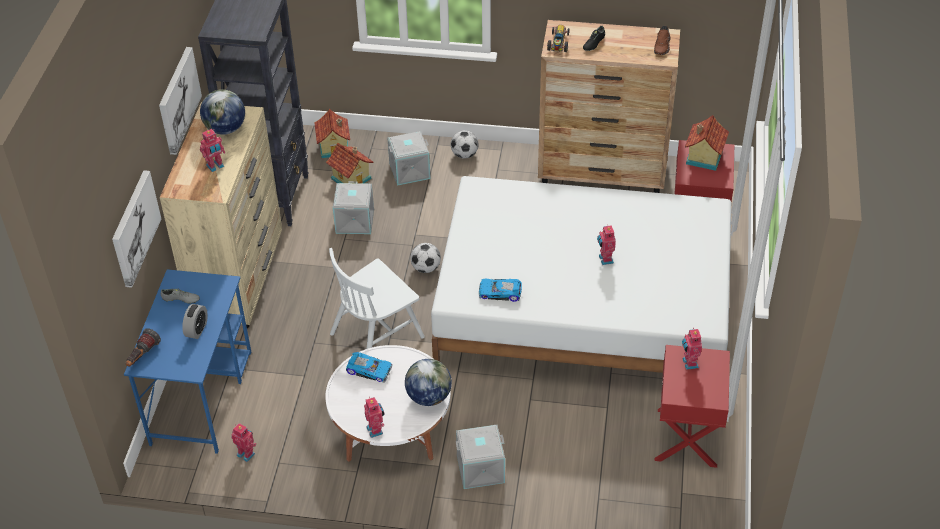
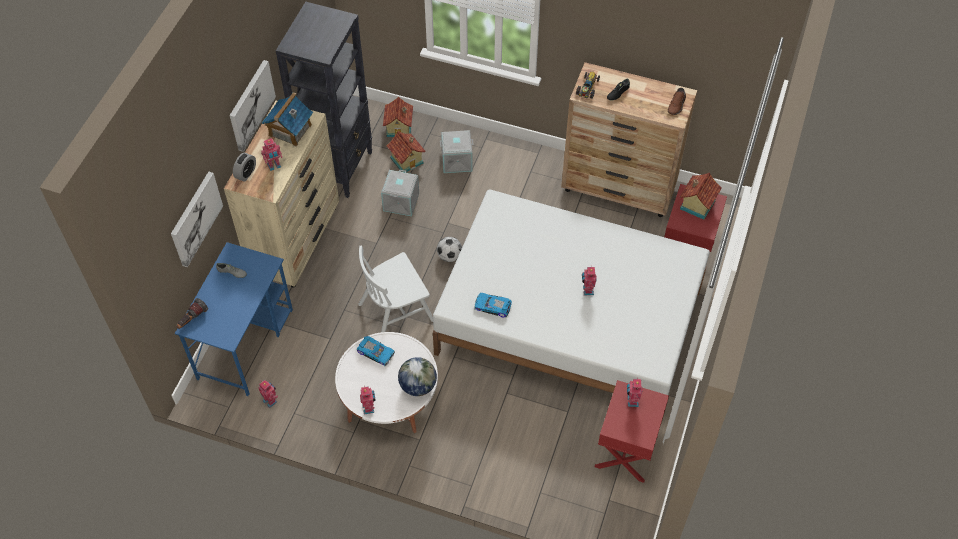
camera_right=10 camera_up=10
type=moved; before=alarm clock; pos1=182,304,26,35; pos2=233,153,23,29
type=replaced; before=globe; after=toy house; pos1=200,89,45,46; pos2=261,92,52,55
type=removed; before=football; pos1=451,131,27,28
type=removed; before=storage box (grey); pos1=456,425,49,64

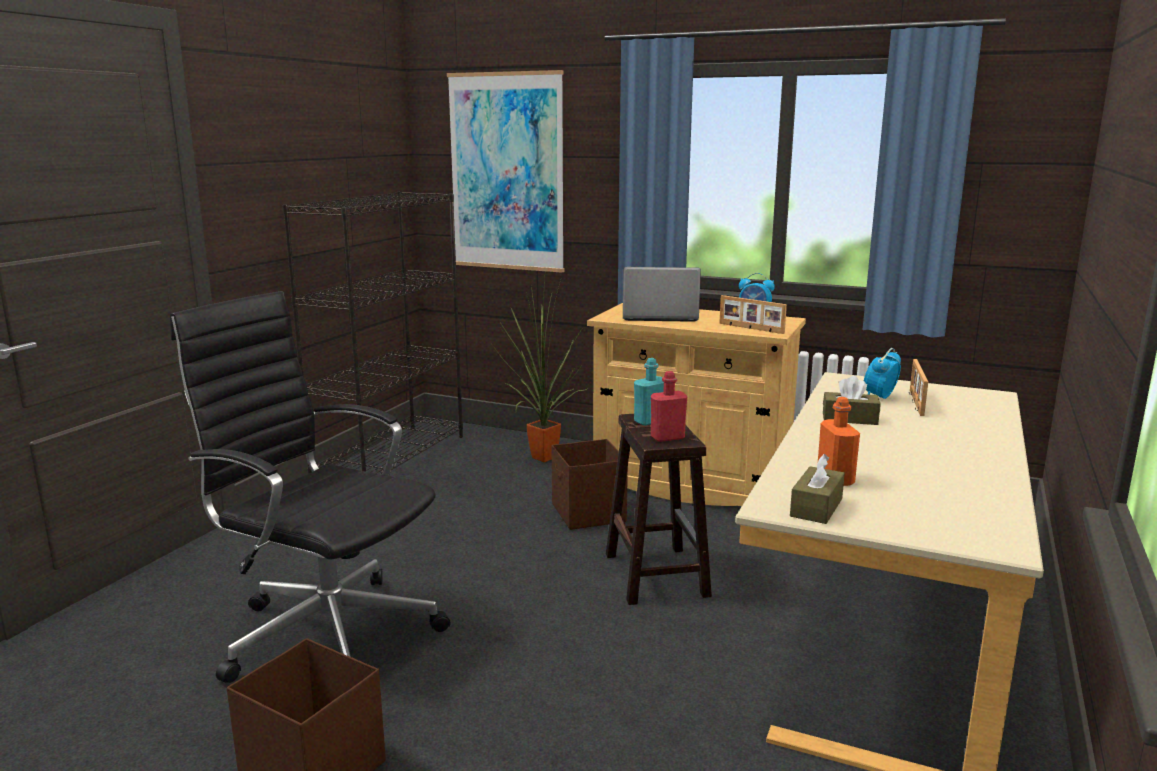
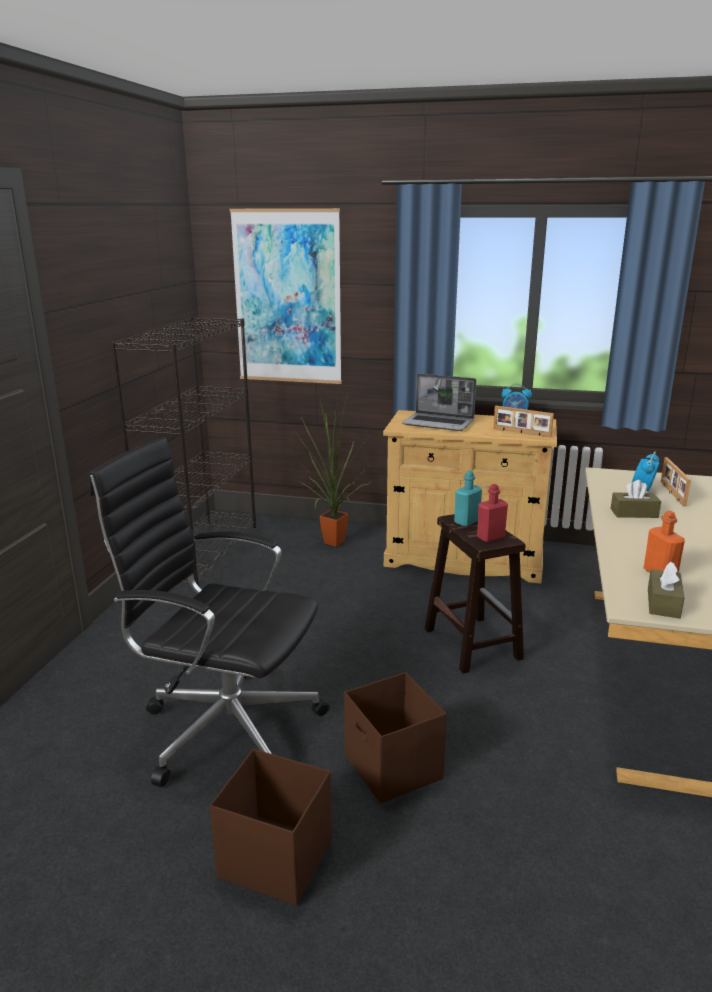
camera_right=-10 camera_up=5
type=moved; before=storage box (brown); pos1=552,439,76,91; pos2=344,672,103,132
type=turned; before=laptop; pos1=623,267,78,55; pos2=402,373,74,58; turn=-150

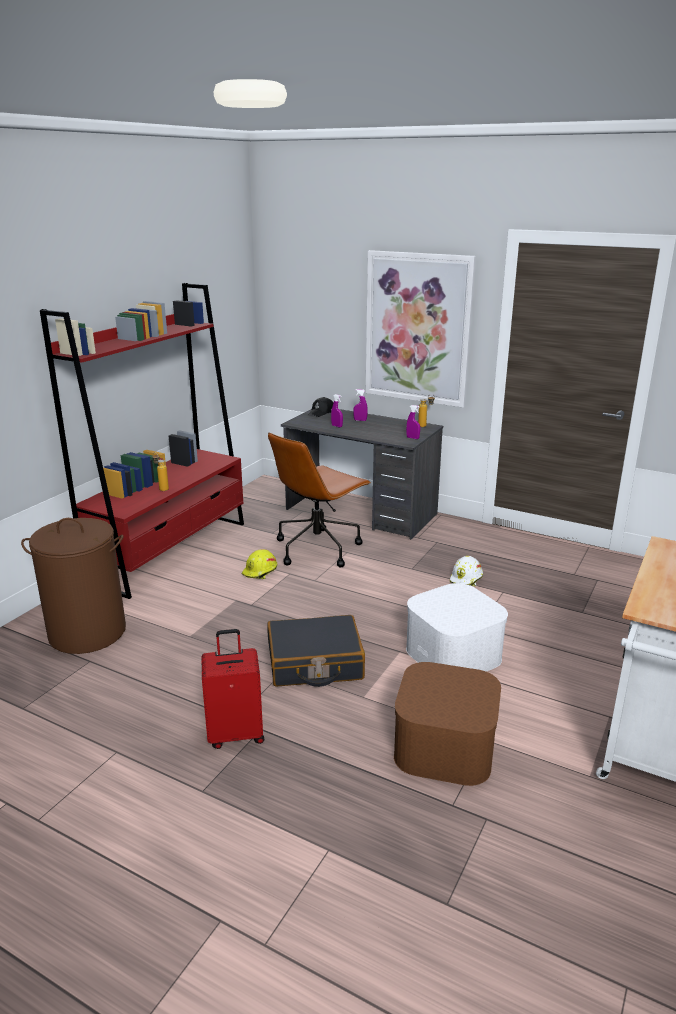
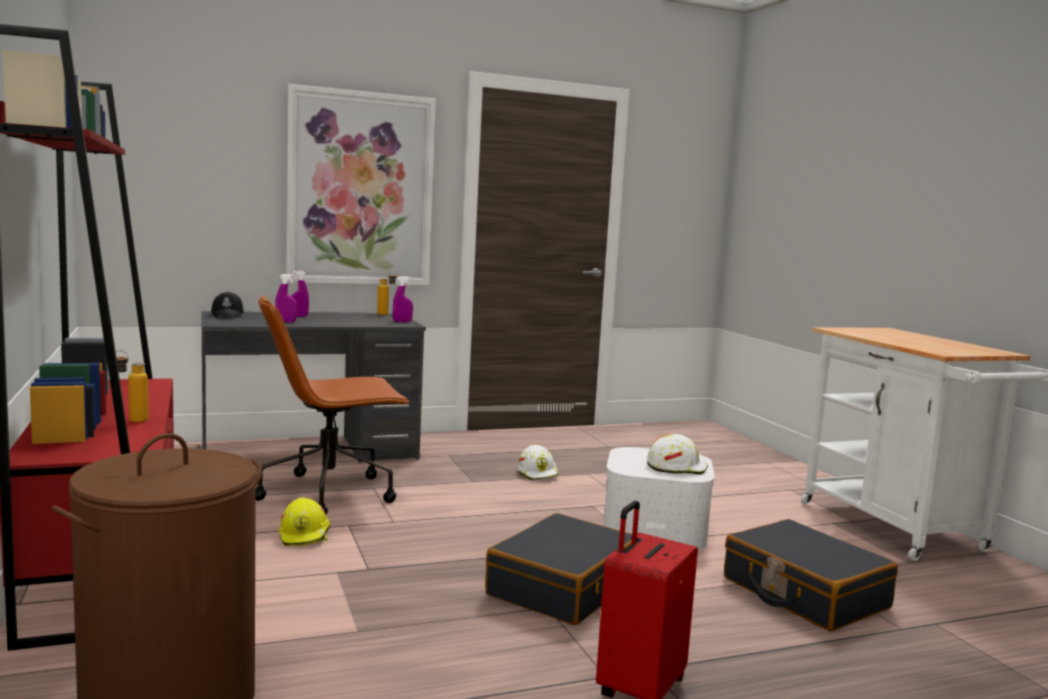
camera_right=-50 camera_up=-15
type=turned; before=office chair (brown); pos1=268,432,103,135; pos2=256,295,154,220; turn=75
type=added; after=hard hat (white); pos2=647,434,61,41
type=replaced; before=storage box (brown); after=suitcase (black); pos1=394,662,107,124; pos2=724,519,174,113

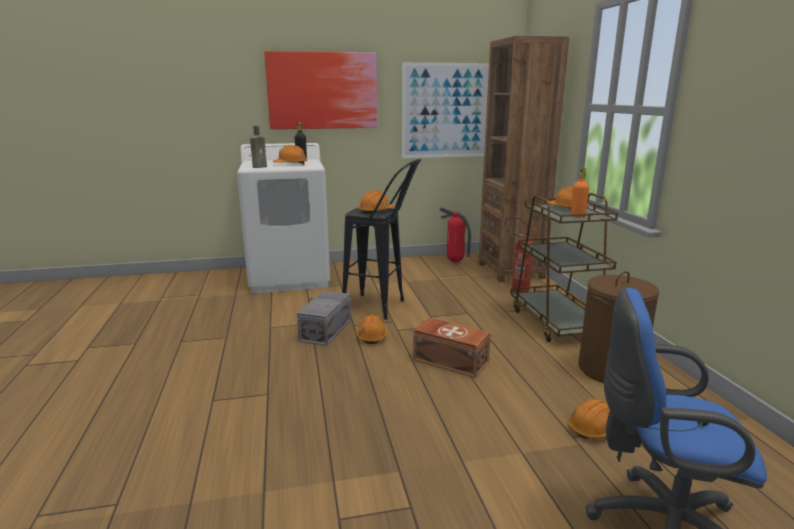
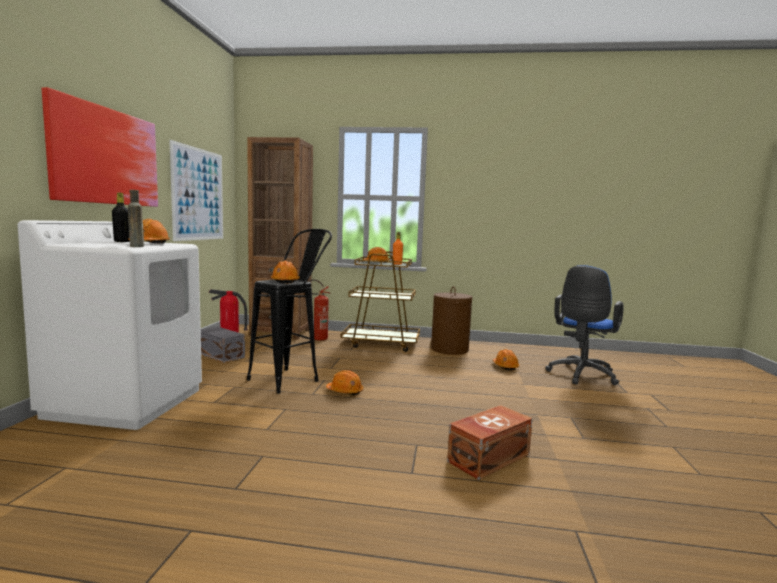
camera_right=-70 camera_up=-10
type=moved; before=storage box (grey); pos1=297,291,54,55; pos2=201,326,44,37
type=moved; before=storage box (brown); pos1=413,318,78,60; pos2=447,405,86,75

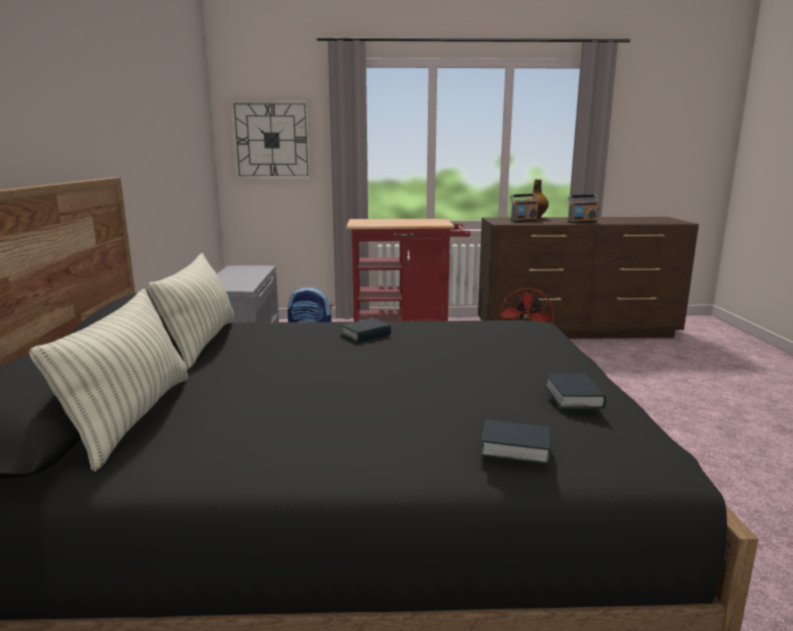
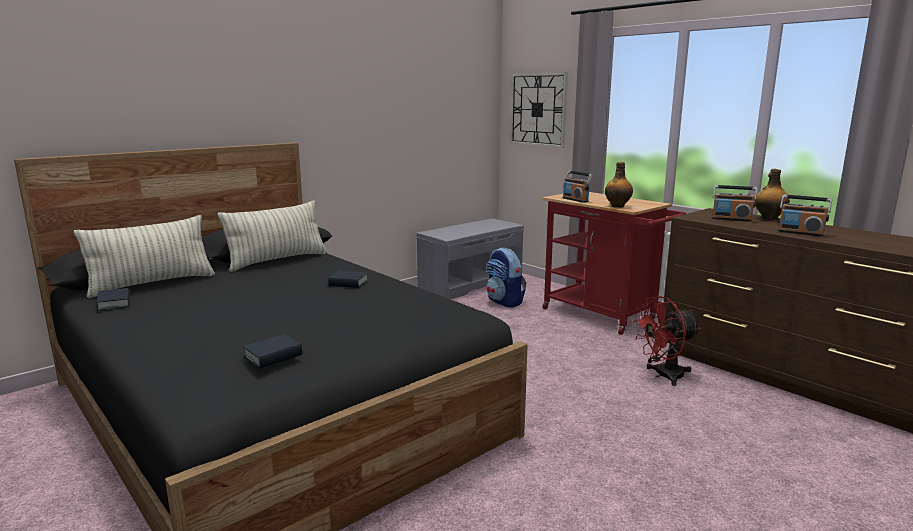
camera_right=50 camera_up=0
type=moved; before=book; pos1=481,420,69,45; pos2=97,288,33,23
type=added; after=radio; pos2=563,171,30,32
type=added; after=bottle; pos2=605,162,28,46

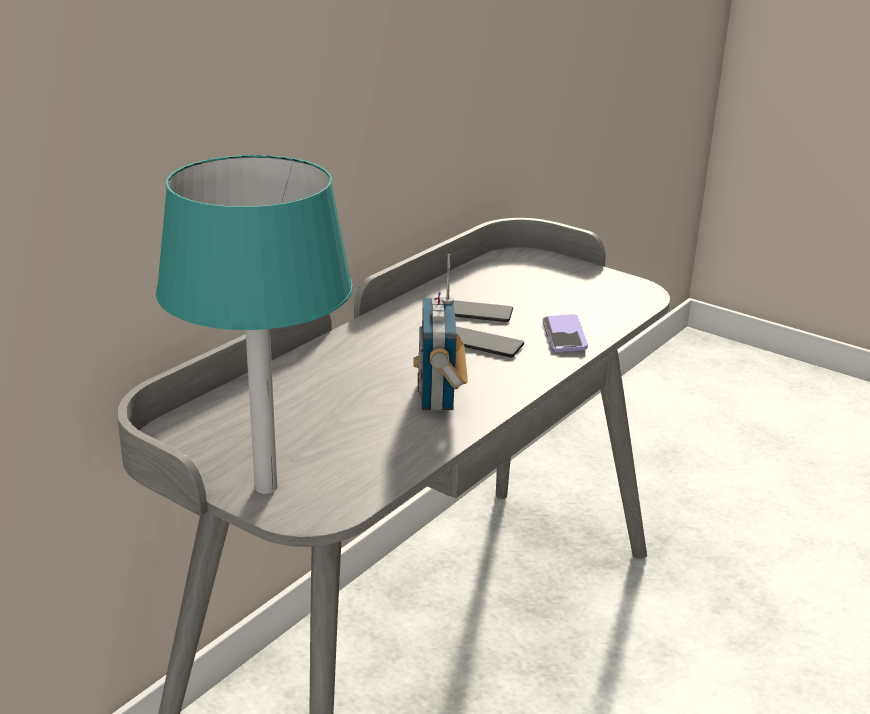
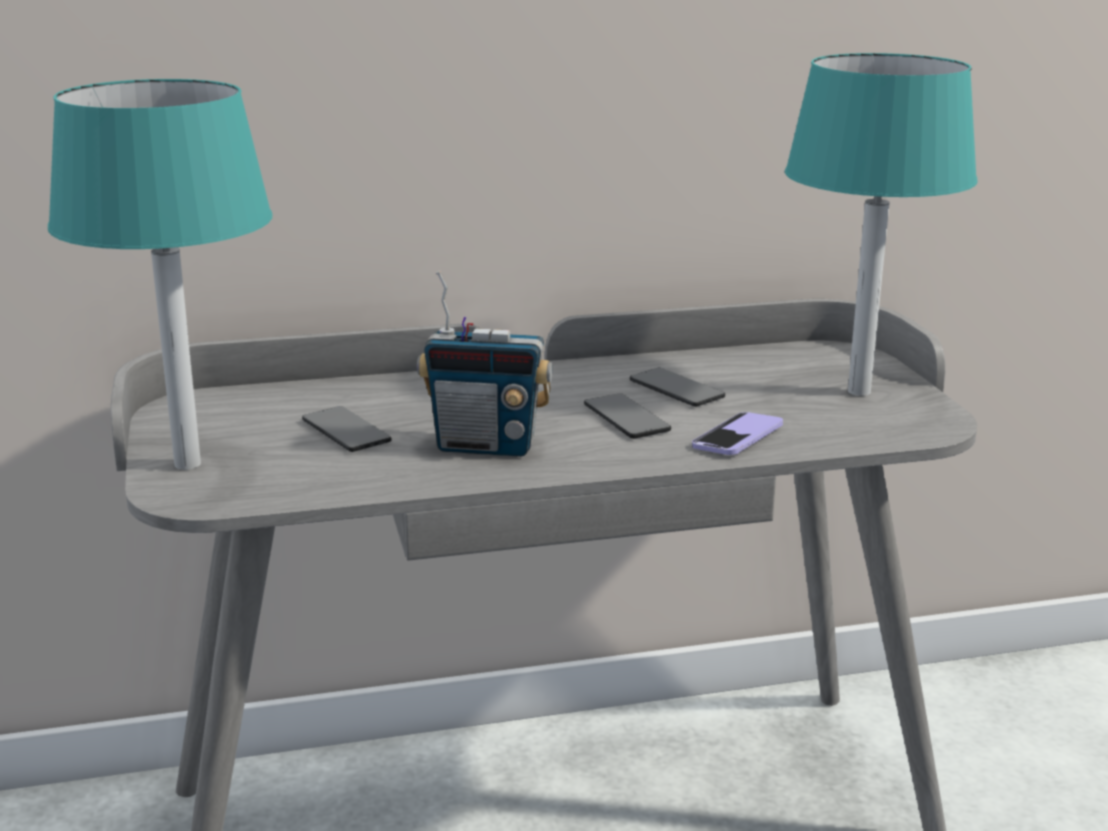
camera_right=40 camera_up=-5
type=added; after=phone; pos2=302,406,90,46
type=turned; before=radio; pos1=413,254,55,157; pos2=417,270,135,187; turn=-120
type=added; after=table lamp (turquoise); pos2=785,53,193,343

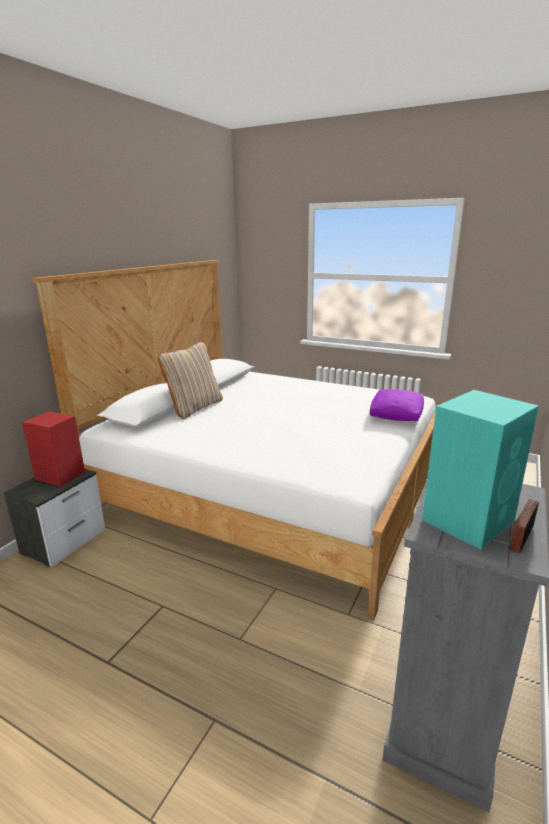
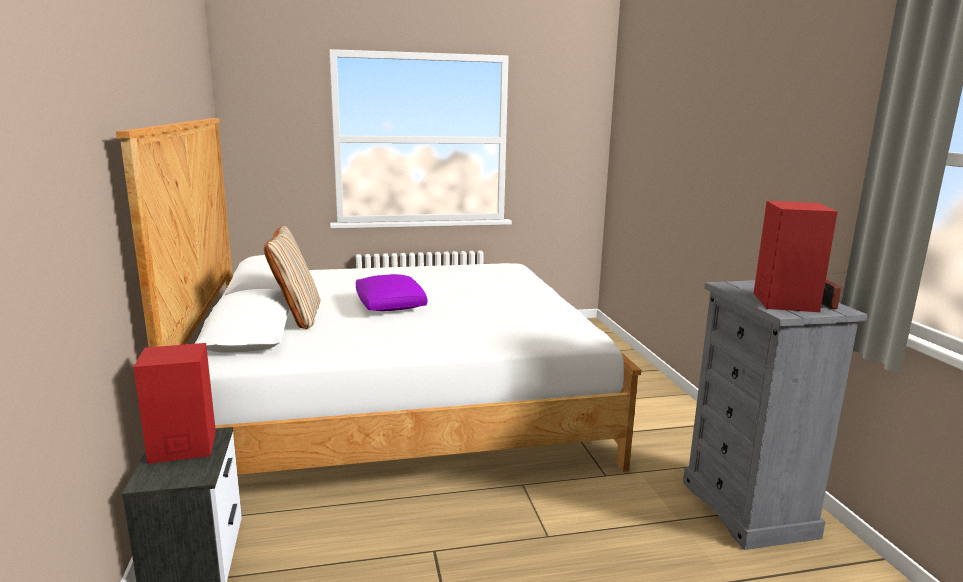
camera_right=-40 camera_up=-5
type=moved; before=pillow (purple); pos1=370,389,54,32; pos2=356,274,71,37
type=recoloured; before=speaker (turquoise); after=speaker (red); pos1=422,390,117,159; pos2=754,201,84,111

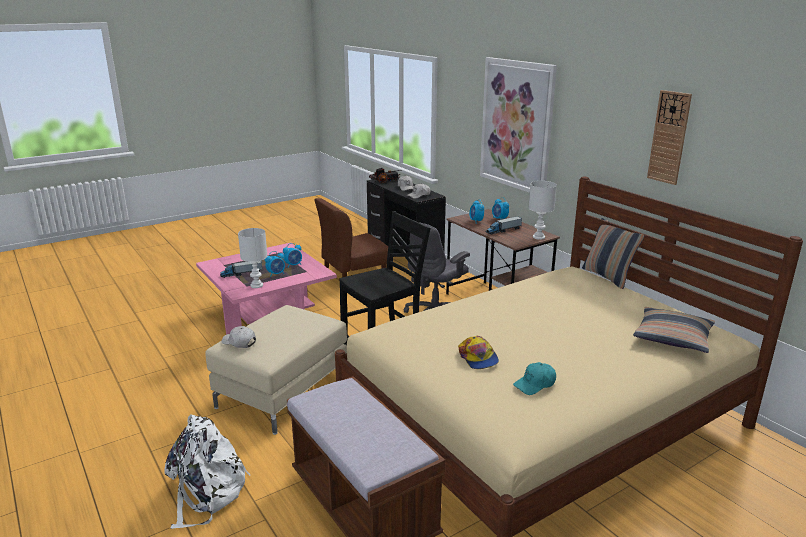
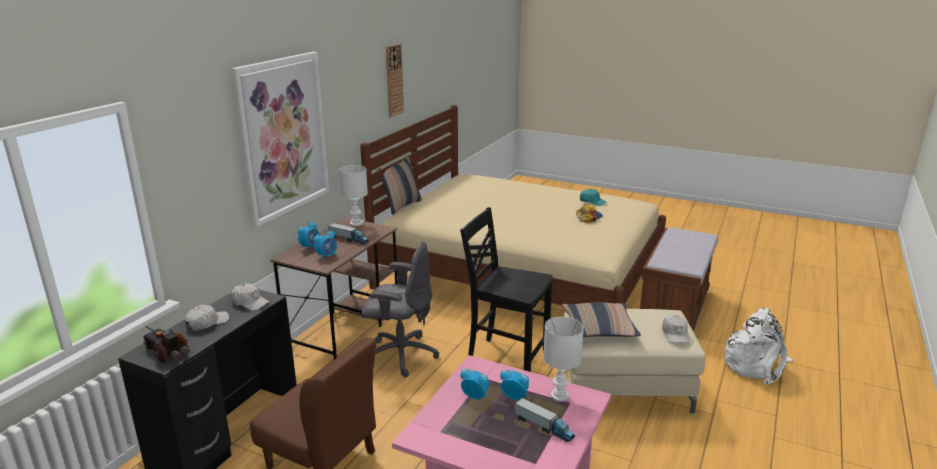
camera_right=-120 camera_up=0
type=moved; before=pillow; pos1=633,307,82,46; pos2=562,302,79,35

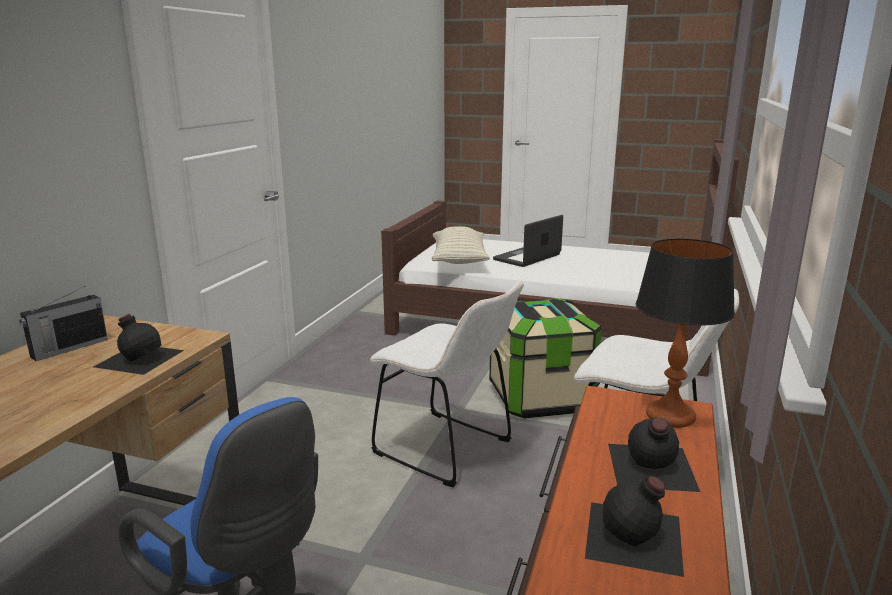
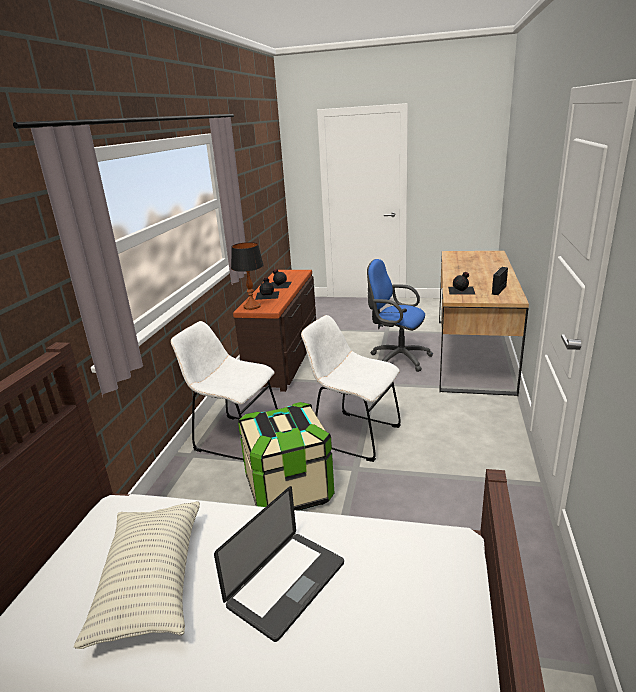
camera_right=175 camera_up=5
type=moved; before=pillow; pos1=432,226,58,38; pos2=74,501,126,148

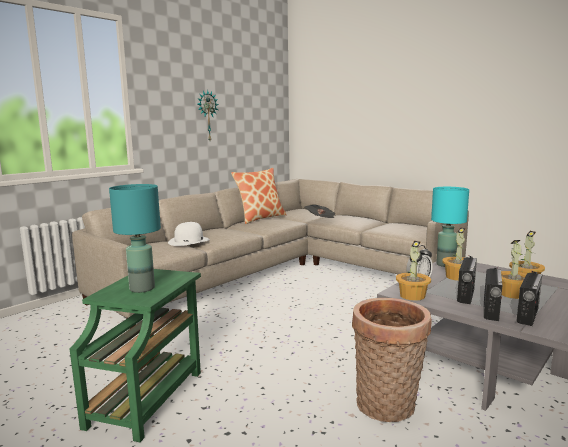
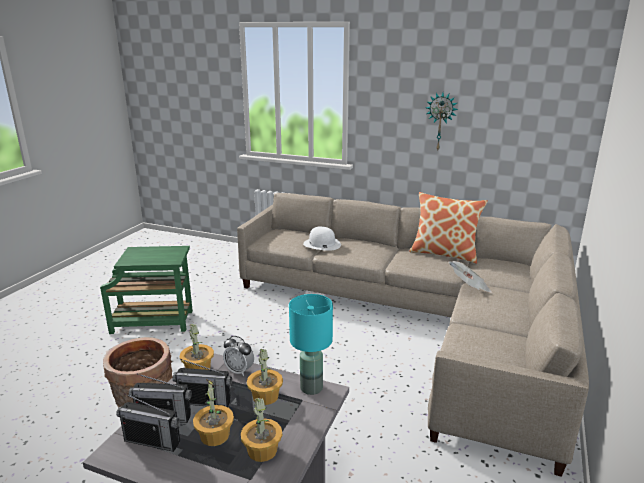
camera_right=70 camera_up=10
type=removed; before=table lamp (turquoise); pos1=109,184,52,109

